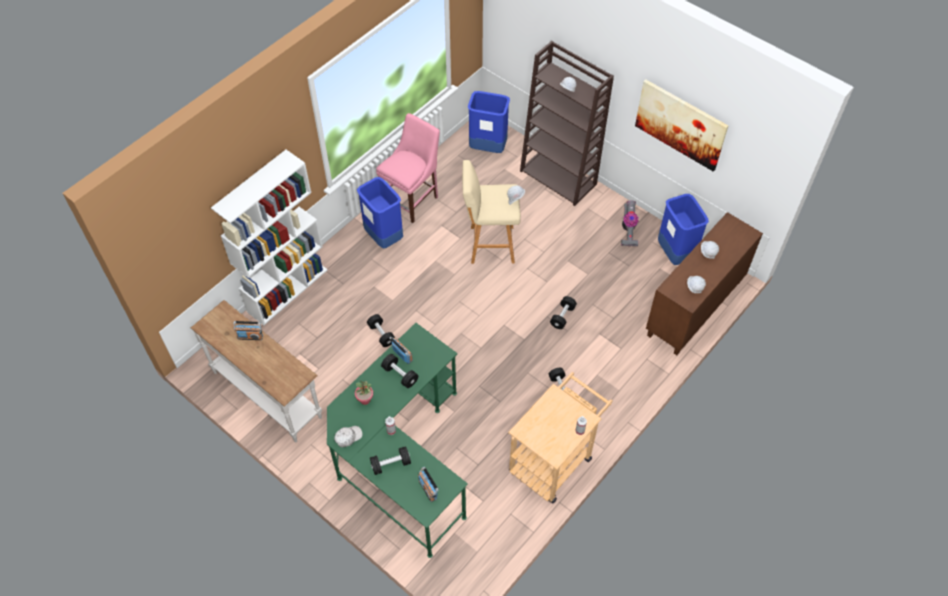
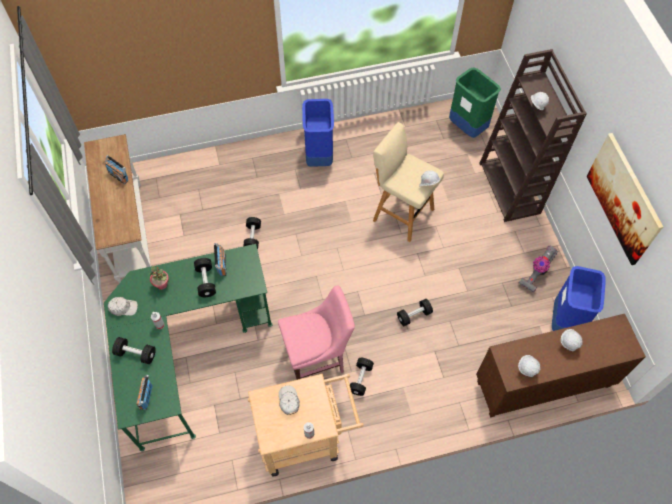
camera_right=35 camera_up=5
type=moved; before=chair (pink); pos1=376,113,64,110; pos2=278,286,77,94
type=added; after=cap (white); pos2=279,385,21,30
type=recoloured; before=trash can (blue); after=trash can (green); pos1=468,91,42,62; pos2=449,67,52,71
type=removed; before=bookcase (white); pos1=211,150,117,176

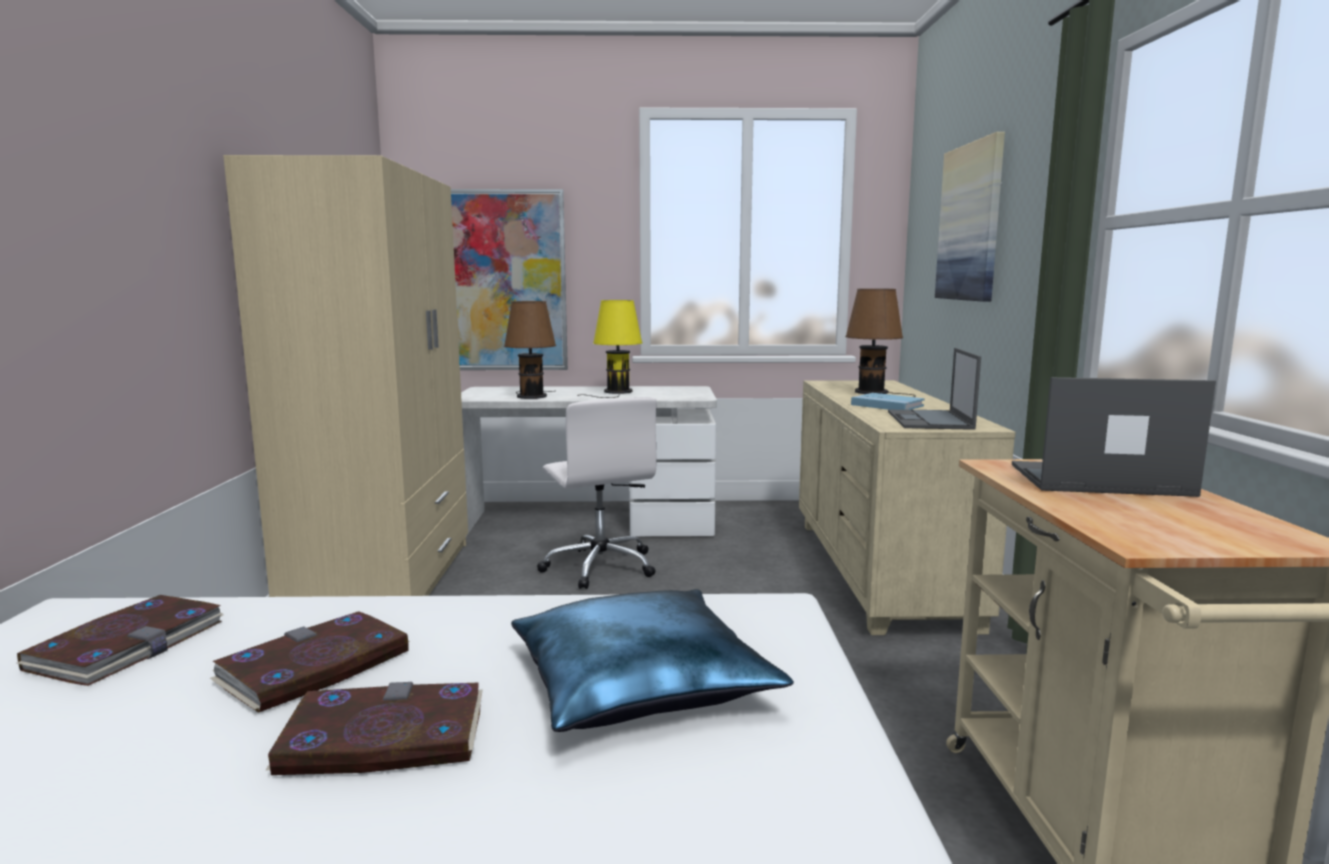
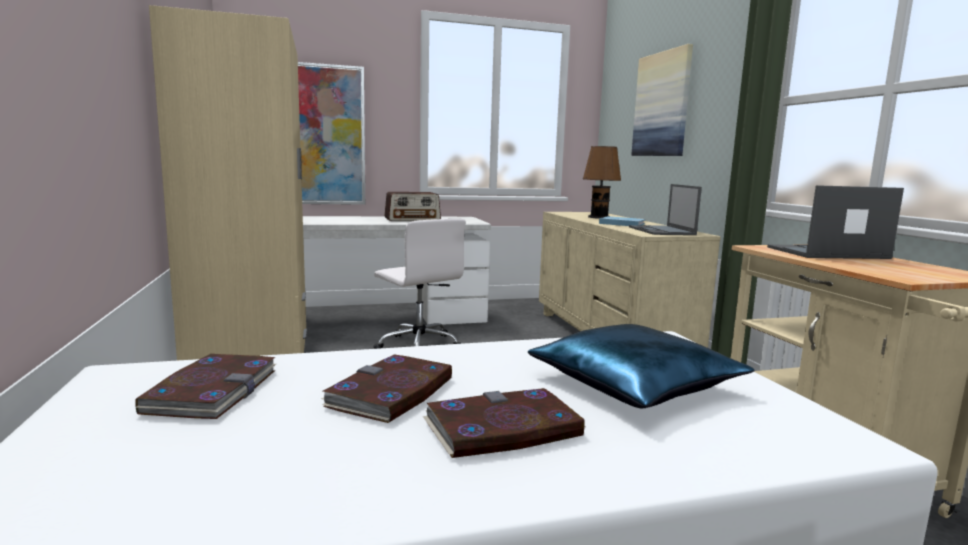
camera_right=-15 camera_up=0
type=replaced; before=table lamp (yellow); after=radio; pos1=577,300,66,98; pos2=384,192,57,29
type=removed; before=table lamp (brown); pos1=504,301,52,98

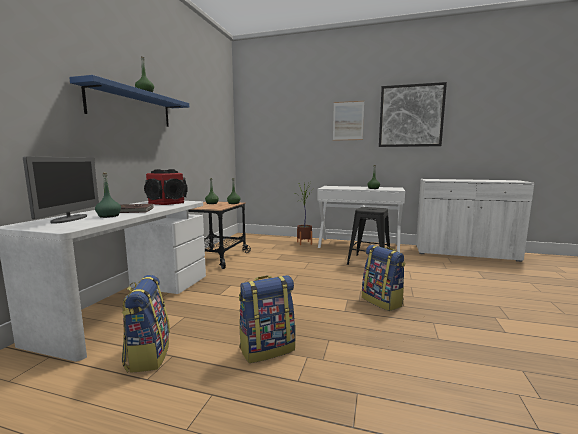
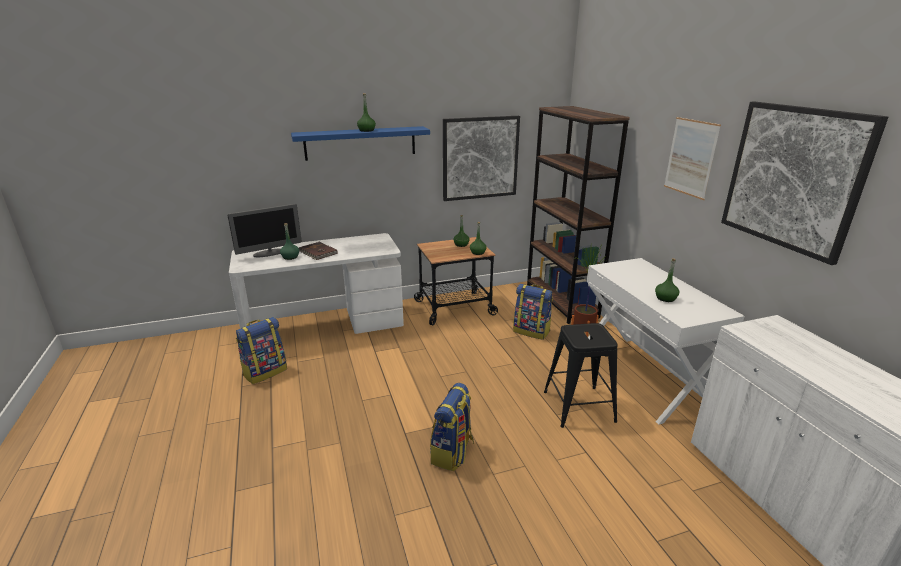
camera_right=55 camera_up=15
type=added; after=picture; pos2=443,116,77,85
type=moved; before=backpack; pos1=239,275,56,88; pos2=513,284,40,56
type=added; after=bookcase (brown); pos2=527,106,103,218
type=removed; before=speaker; pos1=144,169,44,36

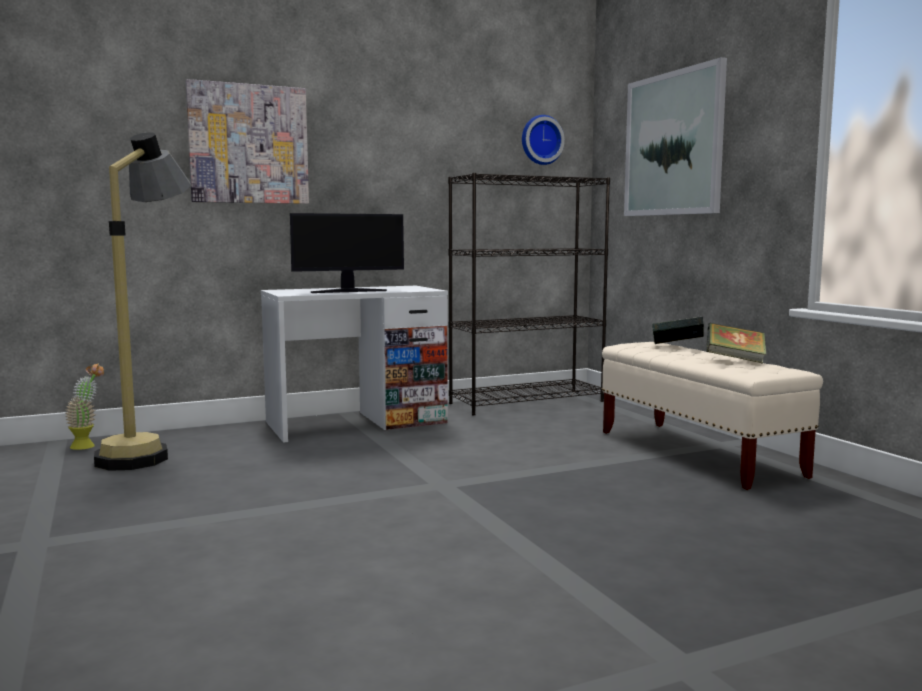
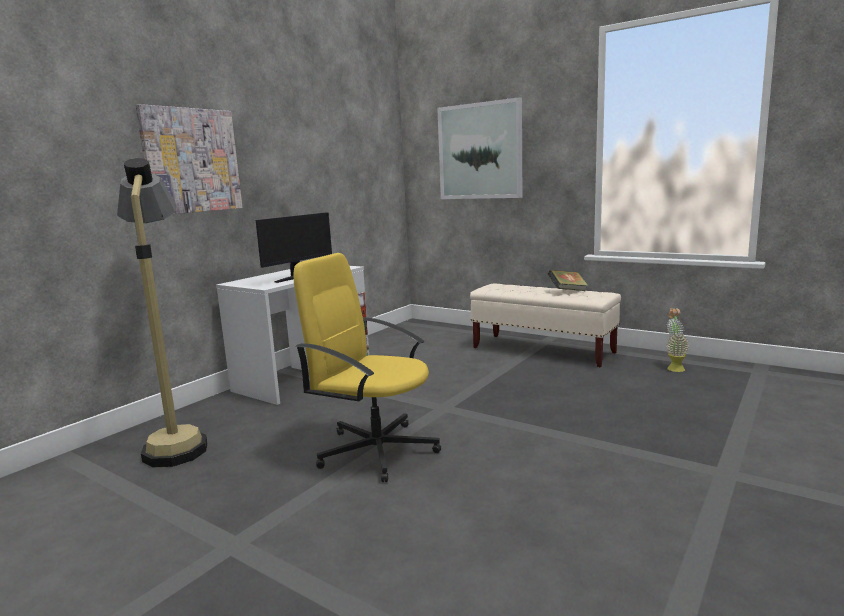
camera_right=-30 camera_up=5
type=added; after=office chair (yellow); pos2=293,253,148,229
type=moved; before=potted plant; pos1=65,364,39,86; pos2=666,308,23,64
type=removed; before=bookcase (black); pos1=448,173,162,242
type=removed; before=wall clock; pos1=522,115,43,50
type=removed; before=book; pos1=652,317,52,27

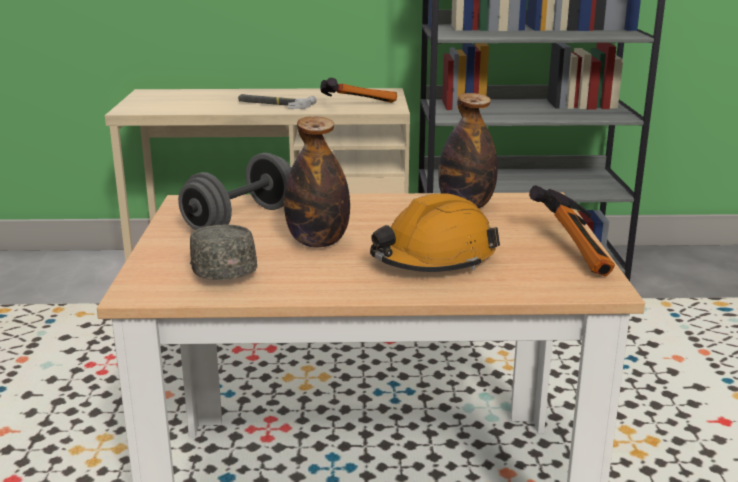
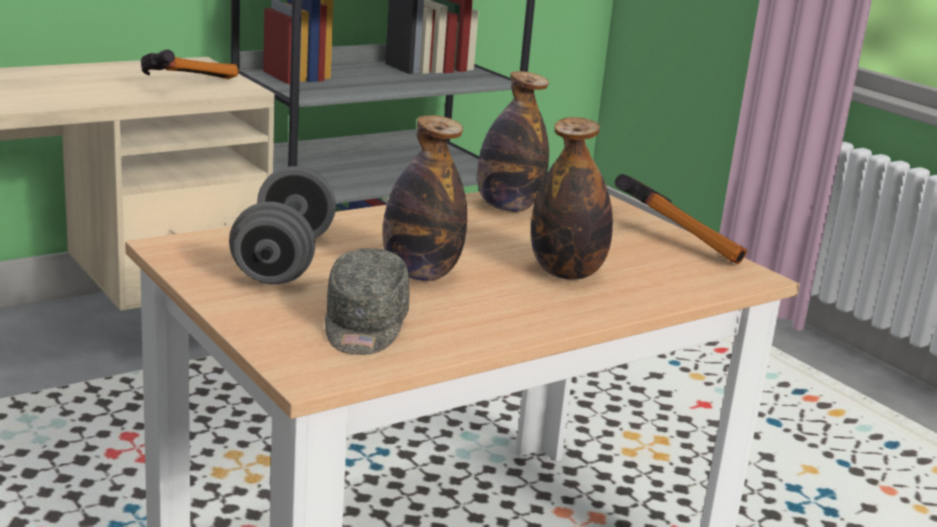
camera_right=-35 camera_up=0
type=turned; before=cap (grey); pos1=190,225,67,55; pos2=325,248,85,107; turn=-120
type=replaced; before=hard hat (orange); after=bottle; pos1=370,194,130,78; pos2=531,117,82,163
type=removed; before=hammer; pos1=238,94,79,15

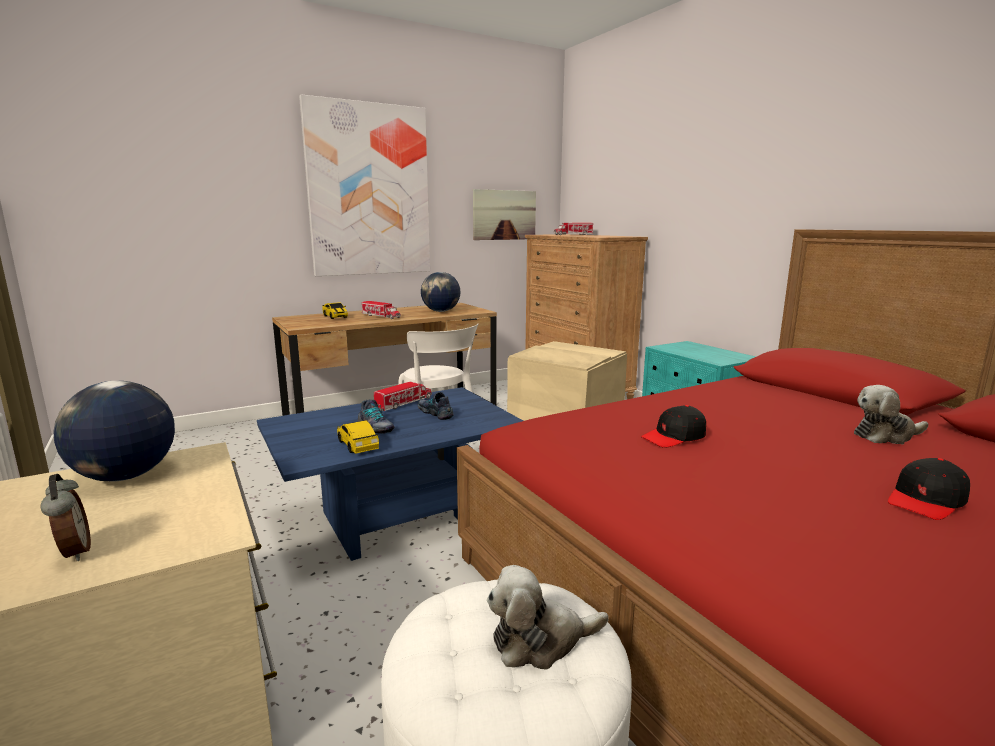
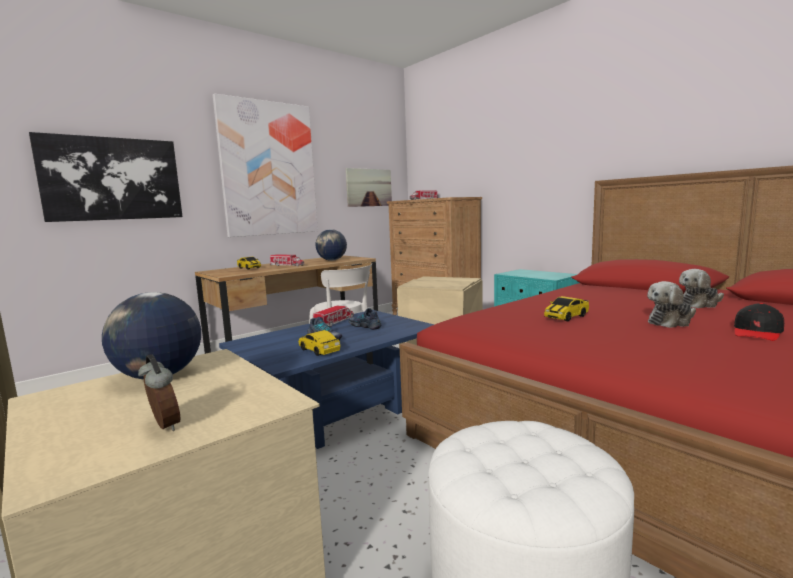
camera_right=-10 camera_up=-5
type=added; after=picture; pos2=29,132,154,90
type=replaced; before=cap (black); after=toy car; pos1=641,405,65,43; pos2=544,296,45,25
type=moved; before=plush toy; pos1=487,565,122,105; pos2=647,281,49,47

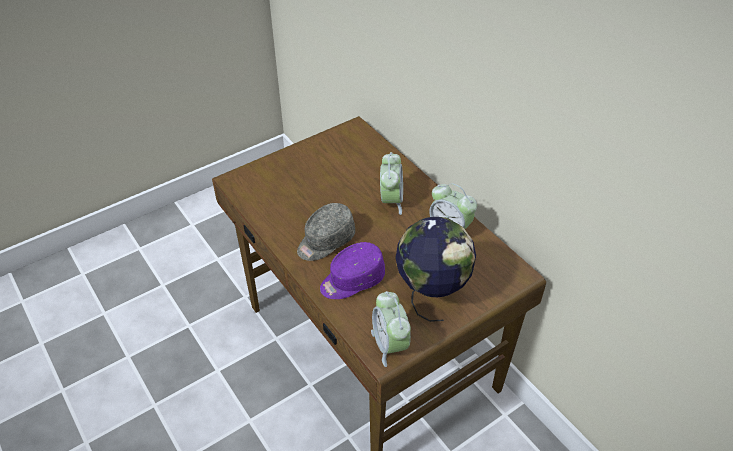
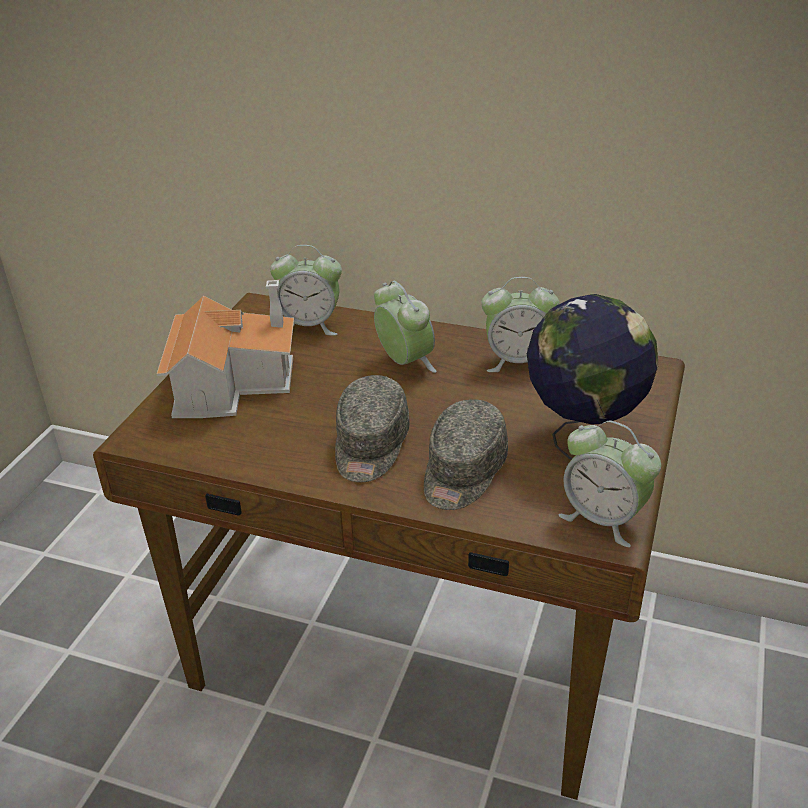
camera_right=-35 camera_up=-10
type=added; after=toy house; pos2=157,280,137,138
type=added; after=alarm clock; pos2=270,245,72,91
type=recoloured; before=cap (purple); after=cap (grey); pos1=320,242,65,57; pos2=424,399,84,111

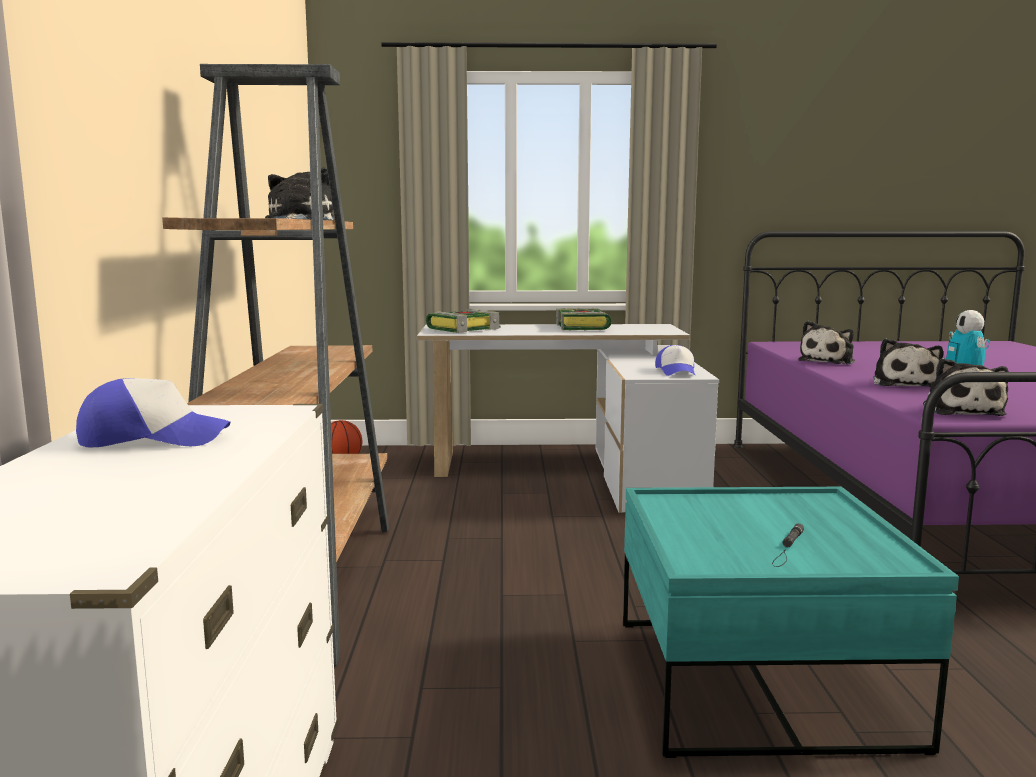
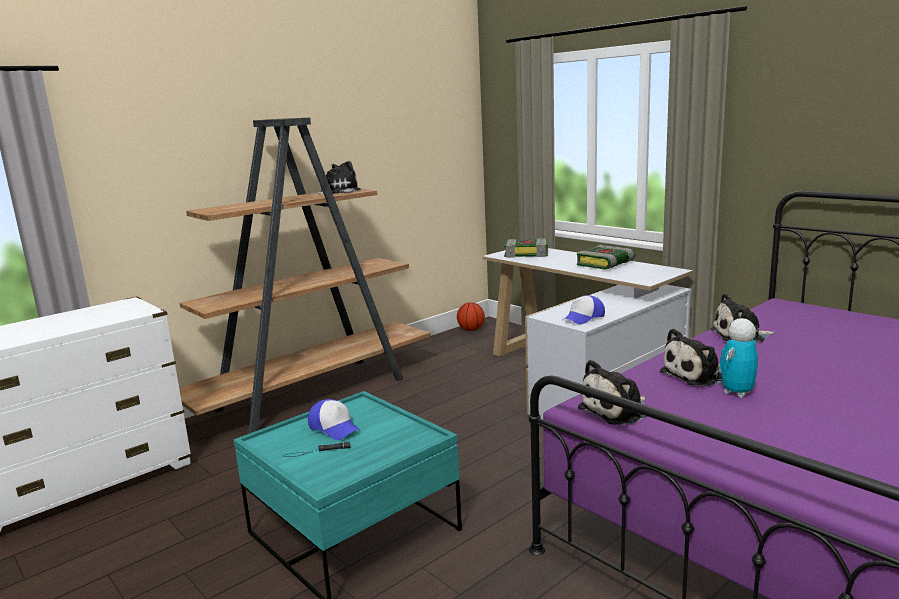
camera_right=50 camera_up=5
type=moved; before=cap; pos1=76,378,154,69; pos2=308,399,53,41

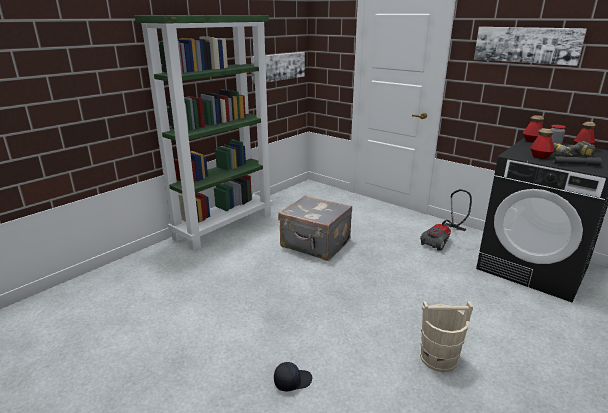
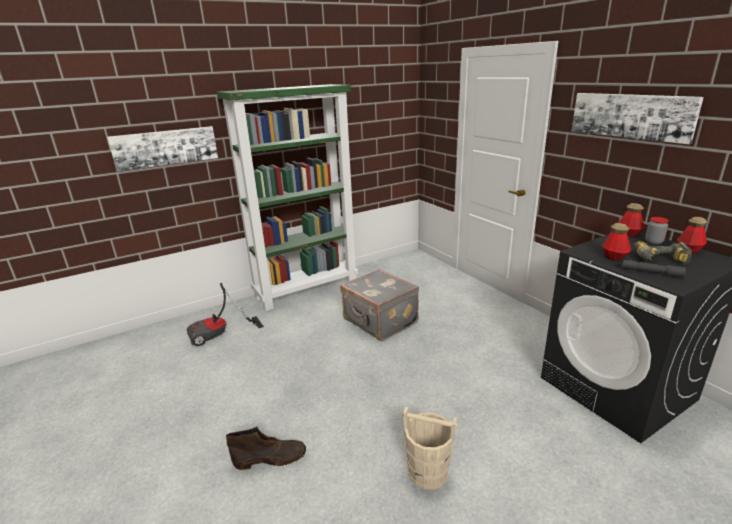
camera_right=20 camera_up=0
type=moved; before=picture; pos1=251,52,54,32; pos2=107,126,111,45
type=moved; before=vacuum cleaner; pos1=420,189,52,62; pos2=187,283,77,63
type=replaced; before=cap (black); after=boot (brown); pos1=274,362,38,29; pos2=226,426,80,44

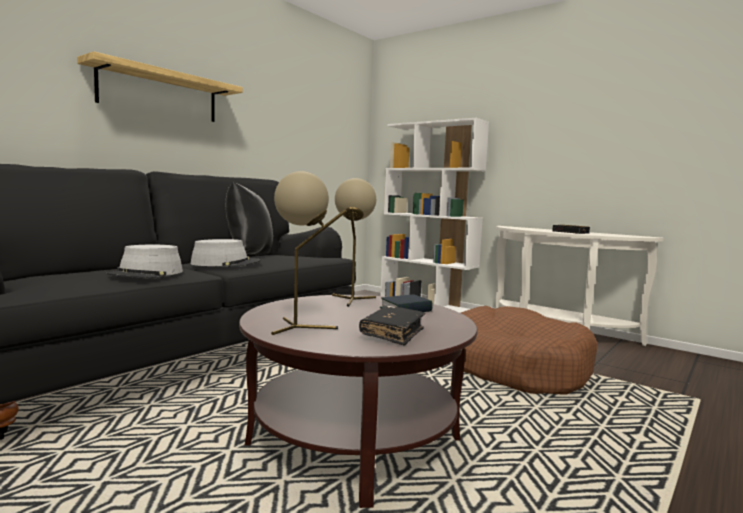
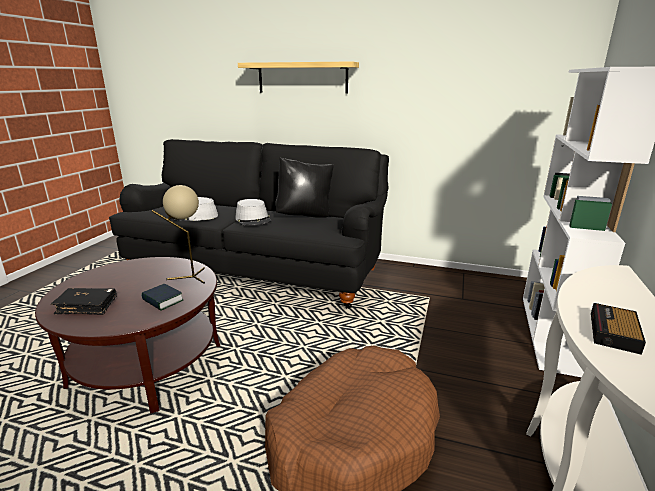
camera_right=70 camera_up=15
type=removed; before=table lamp (beige); pos1=271,171,76,164

